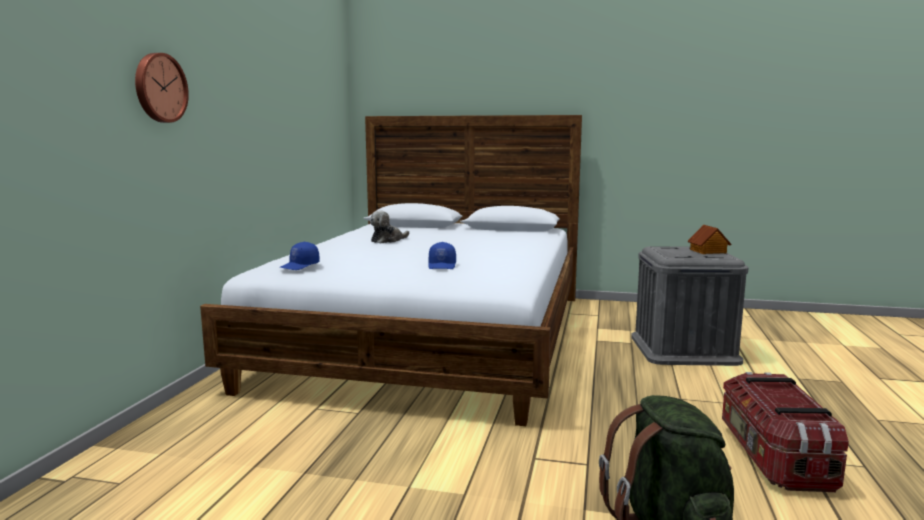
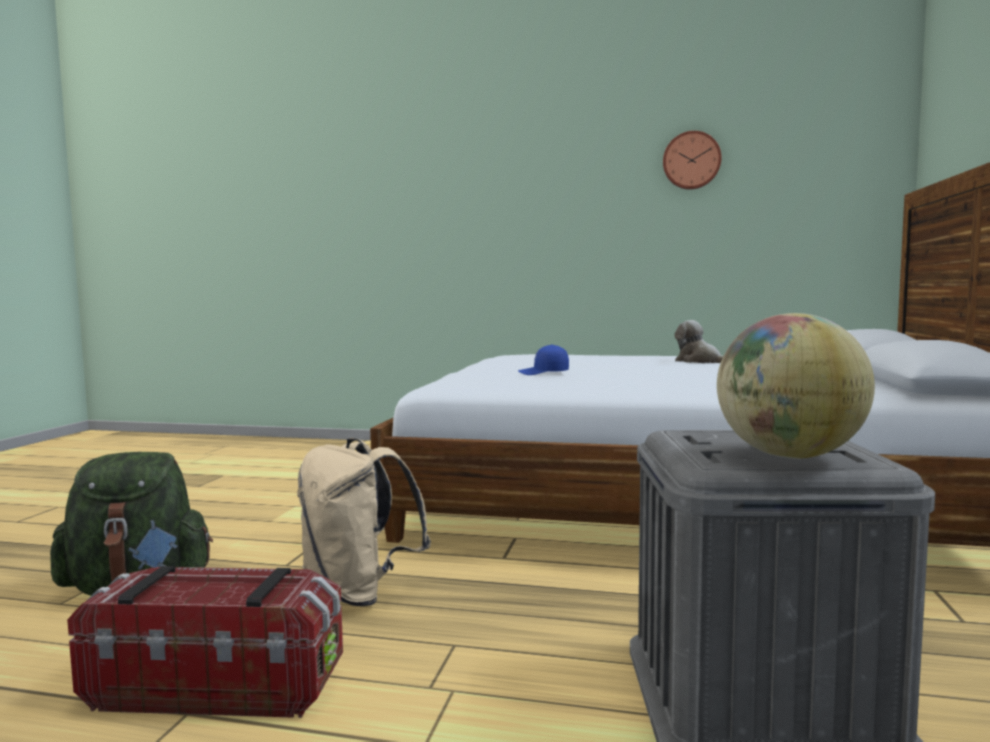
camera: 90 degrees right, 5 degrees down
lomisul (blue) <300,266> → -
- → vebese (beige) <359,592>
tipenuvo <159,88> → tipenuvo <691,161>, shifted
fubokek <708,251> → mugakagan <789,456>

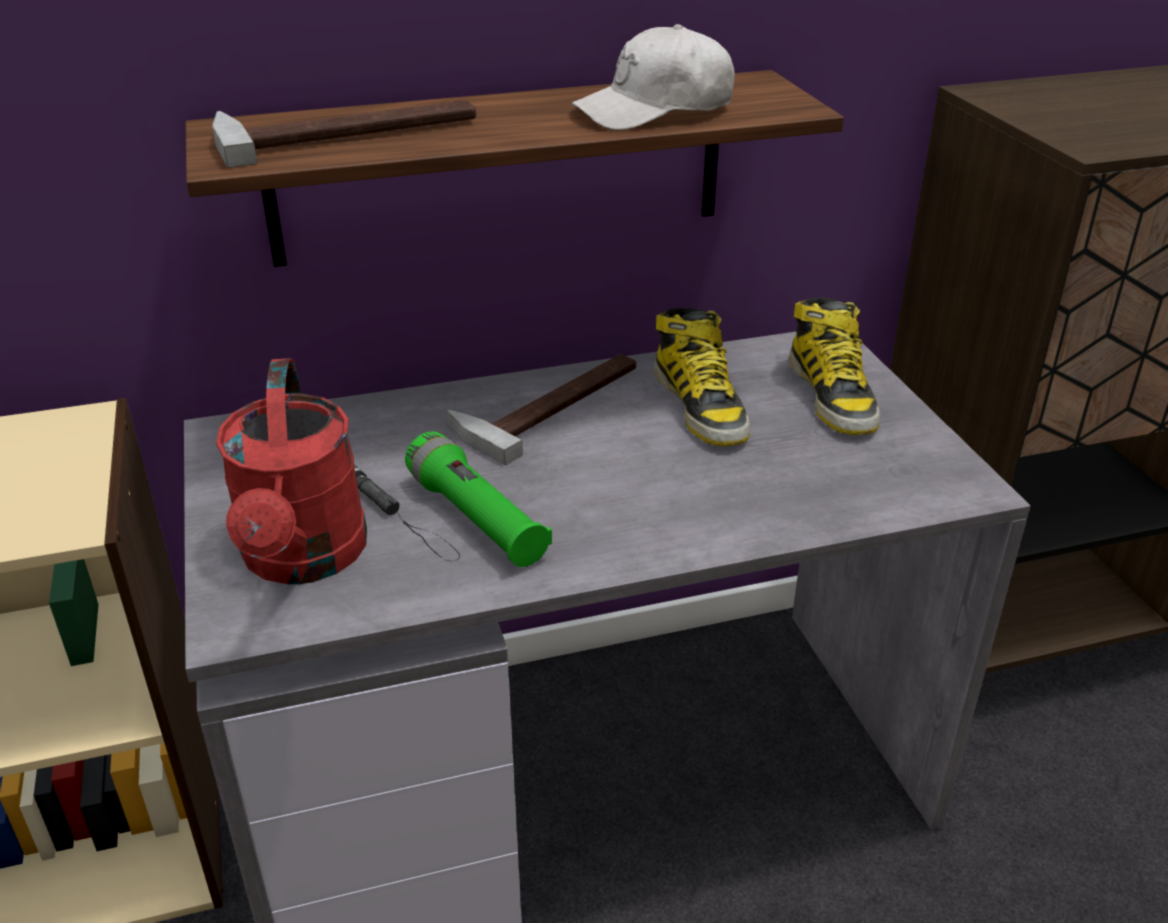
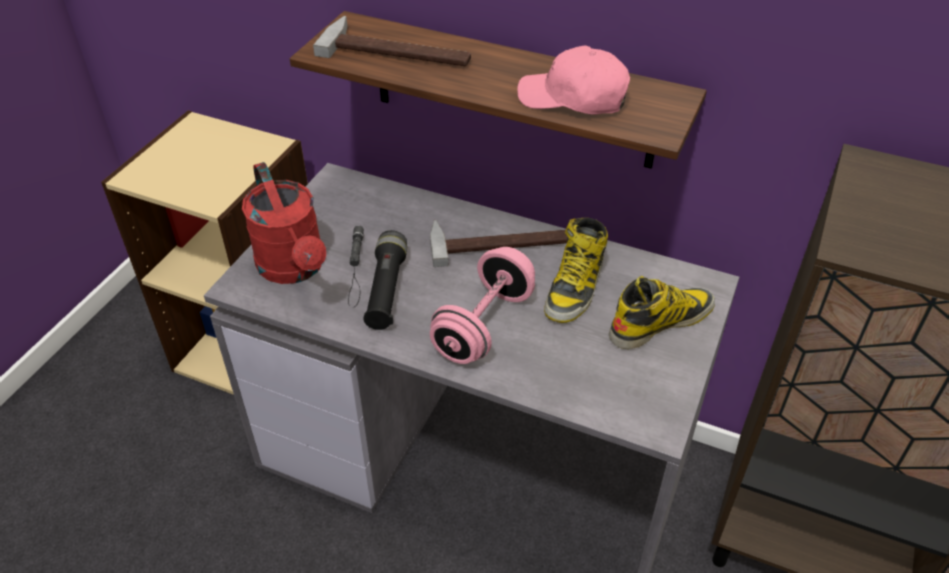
camera: 40 degrees right, 10 degrees up
- → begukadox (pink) <483,325>
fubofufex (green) <476,519> → fubofufex (black) <386,290>
lomisul (white) <655,110> → lomisul (pink) <573,98>
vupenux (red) <303,560> → vupenux (red) <295,268>, 60 degrees counterclockwise
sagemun <832,396> → sagemun <661,321>, 150 degrees counterclockwise

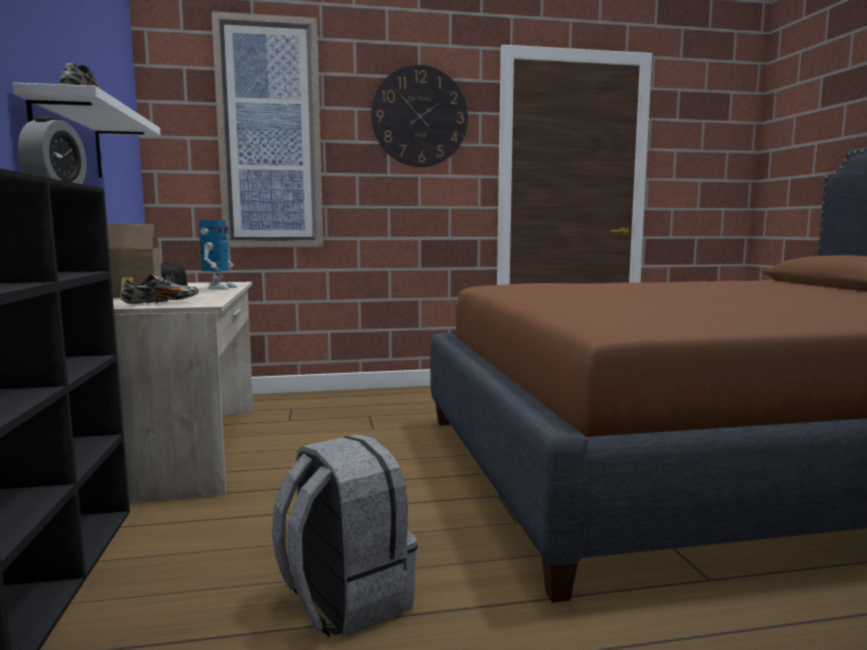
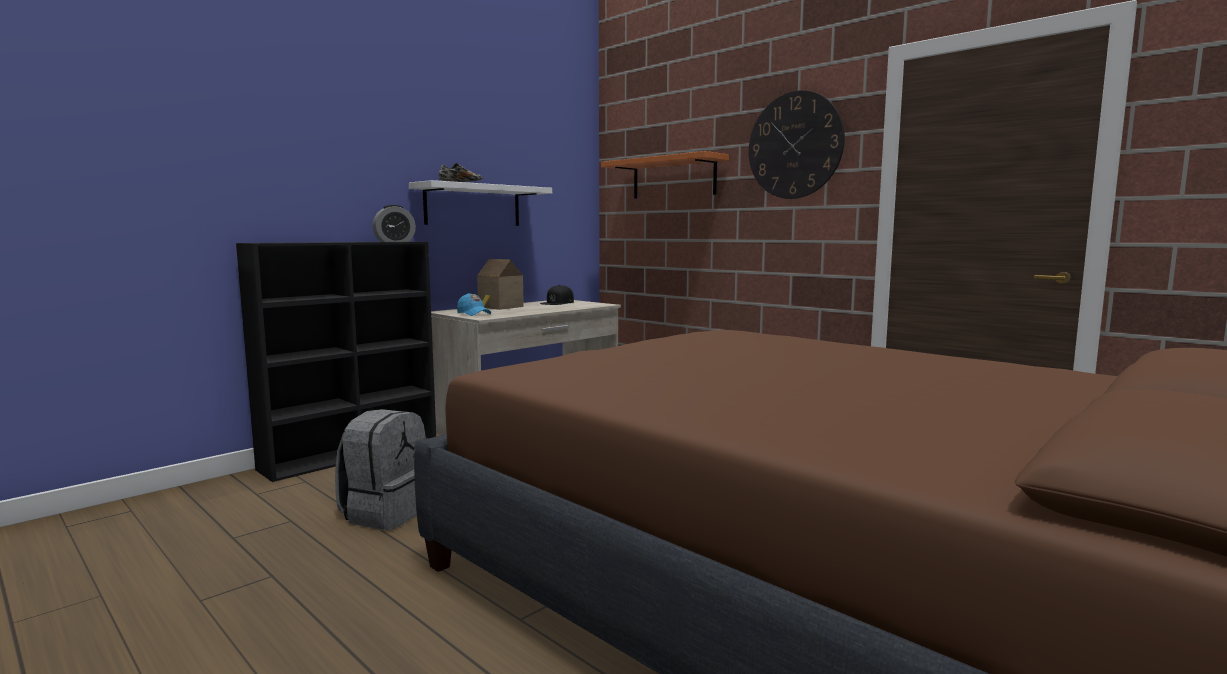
camera: 55 degrees right, 0 degrees up
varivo <219,288> → -
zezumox <161,303> → lomisul (blue) <473,314>
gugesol <270,135> → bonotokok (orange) <673,178>

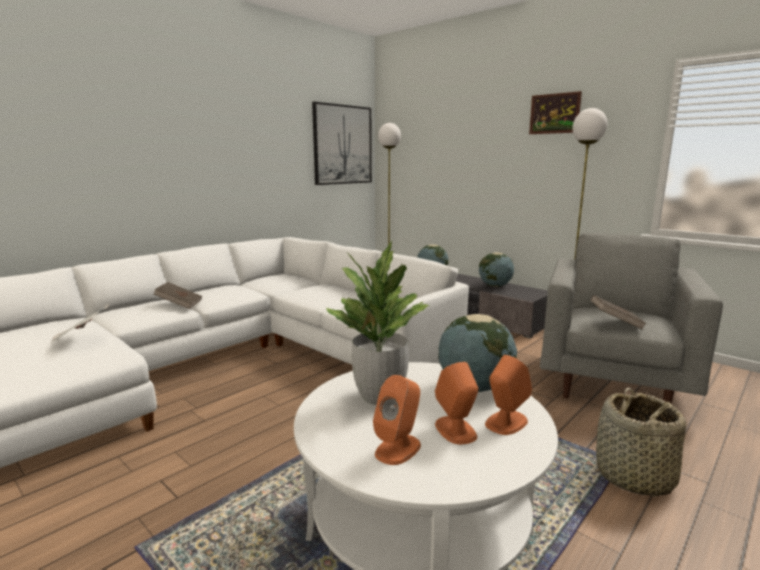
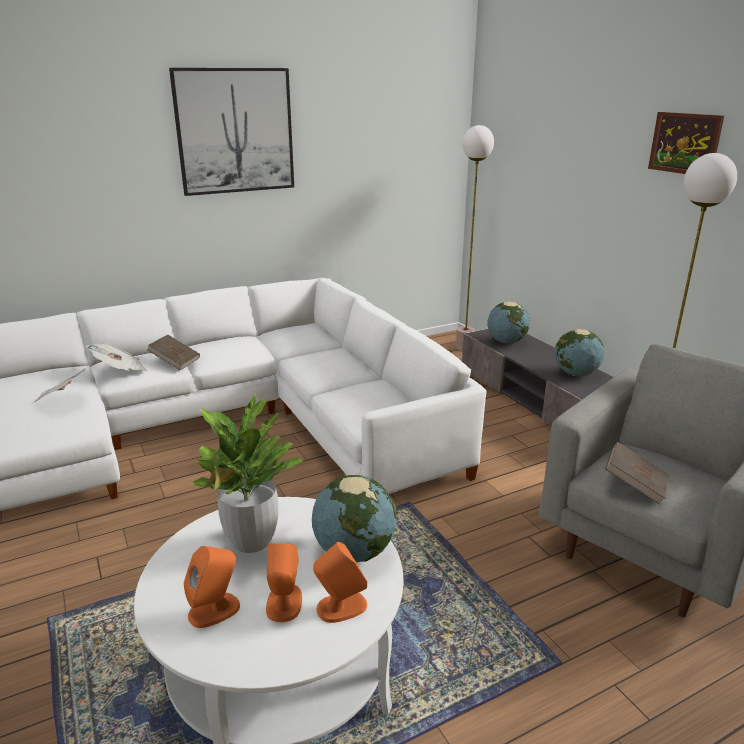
camera: 20 degrees right, 10 degrees up
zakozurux <634,477> → -
- → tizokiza <120,370>
gugesol <342,145> → gugesol <235,131>, shifted

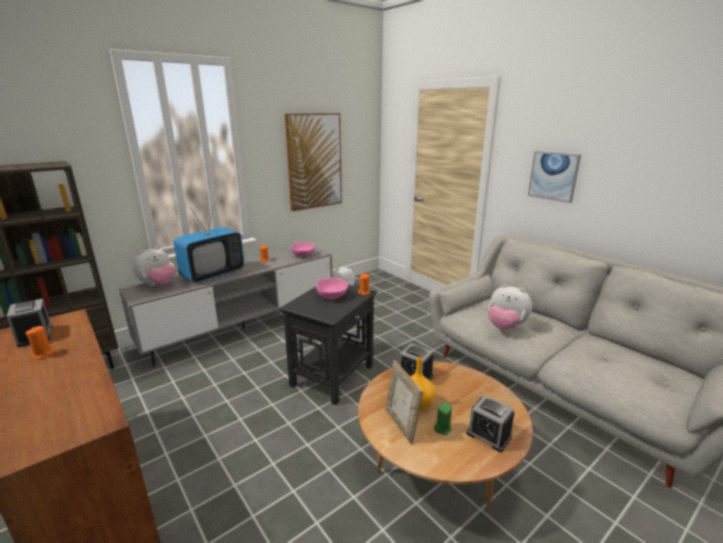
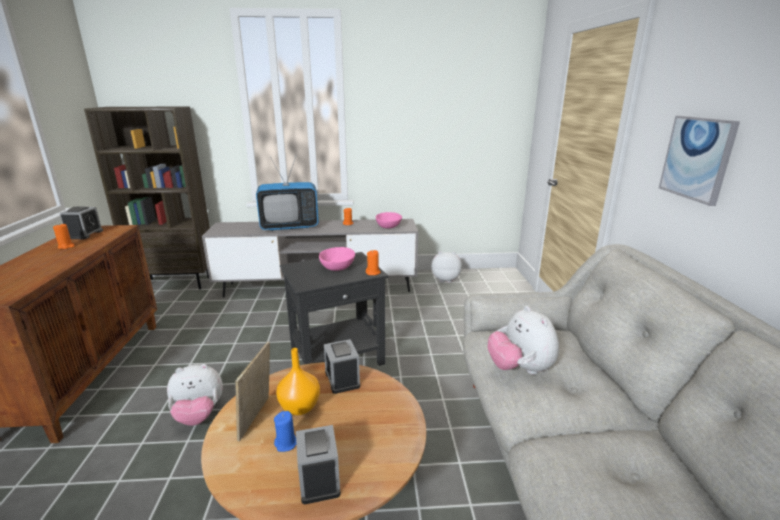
camera: 35 degrees right, 0 degrees up
gugesol <314,161> → -
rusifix <158,285> → rusifix <199,415>, shifted
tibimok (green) <442,428> → tibimok (blue) <286,443>

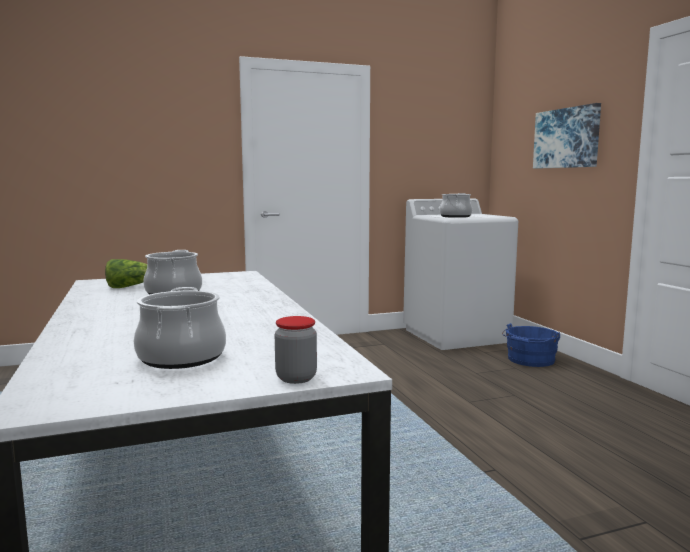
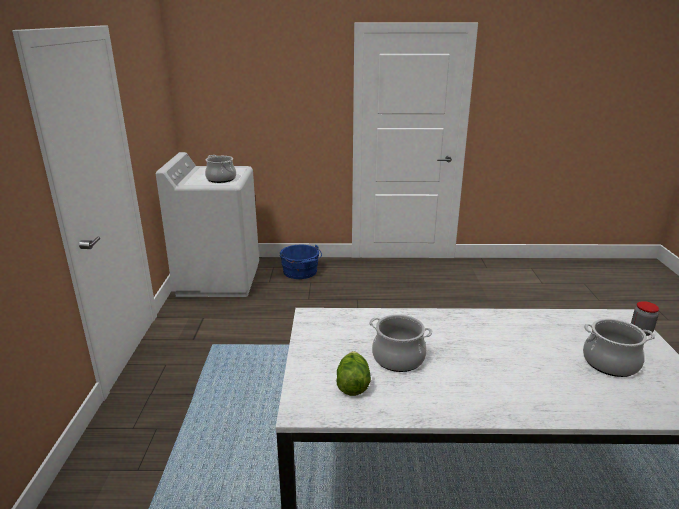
camera: 70 degrees left, 15 degrees up
gugesol <567,138> → -

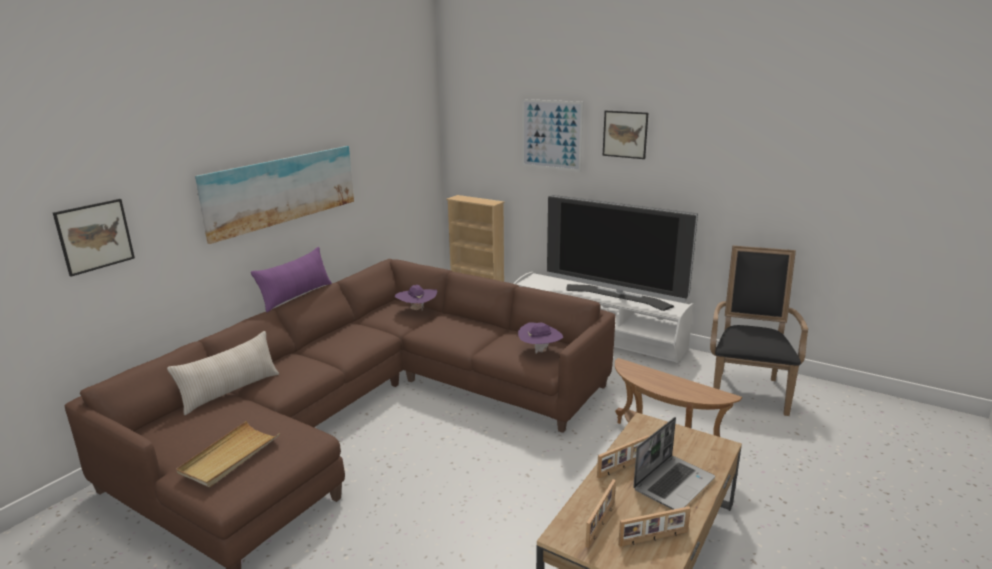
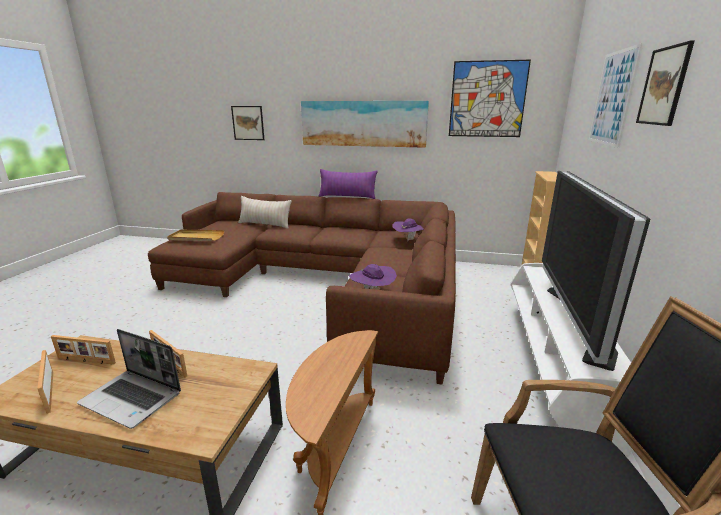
camera: 70 degrees right, 0 degrees up
- → gugesol <487,99>

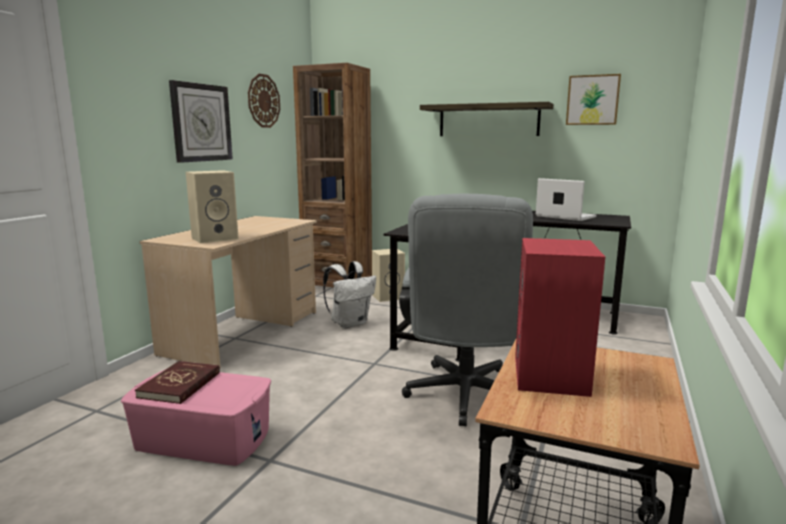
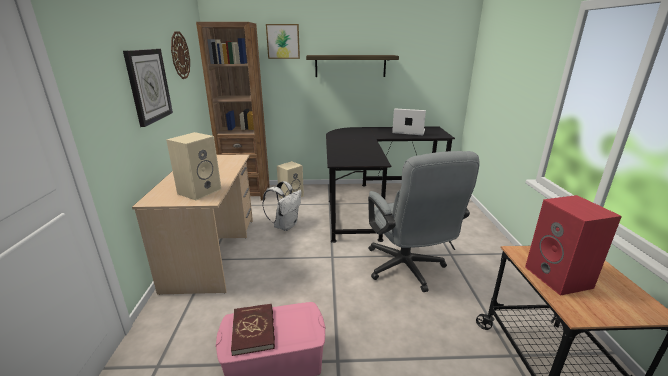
camera: 25 degrees left, 10 degrees up
gugesol <592,100> → gugesol <283,41>, shifted

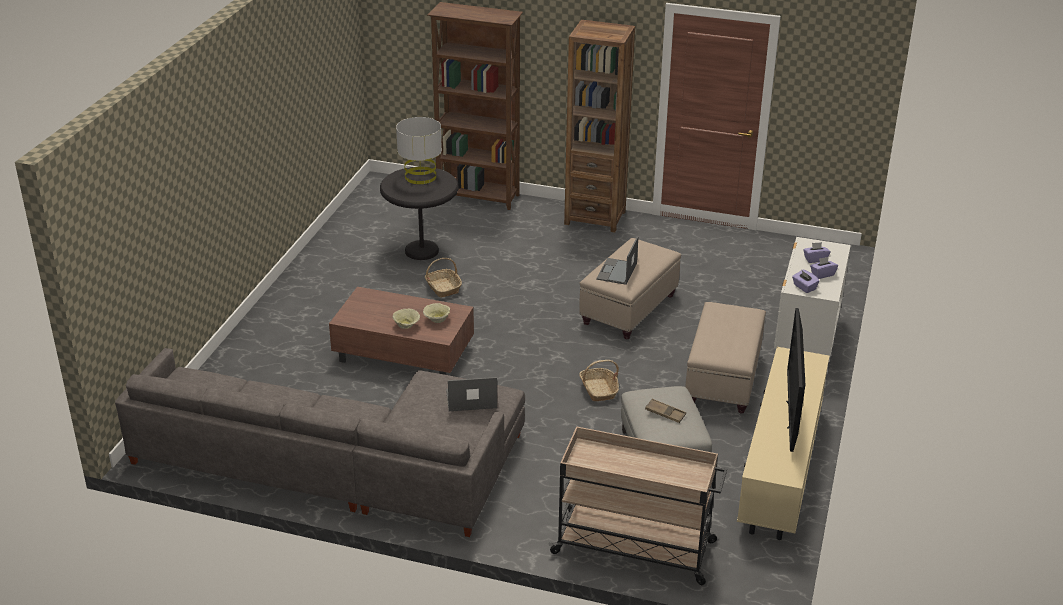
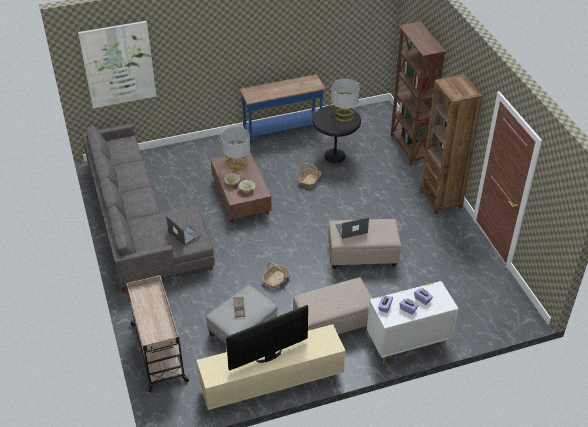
camera: 55 degrees right, 10 degrees up
- → gugesol <118,64>
- → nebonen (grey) <236,163>
- → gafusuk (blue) <283,131>

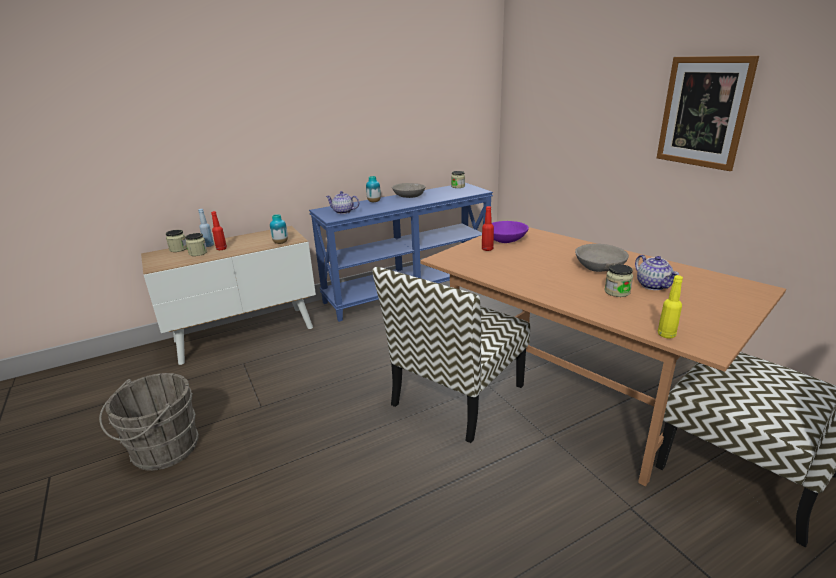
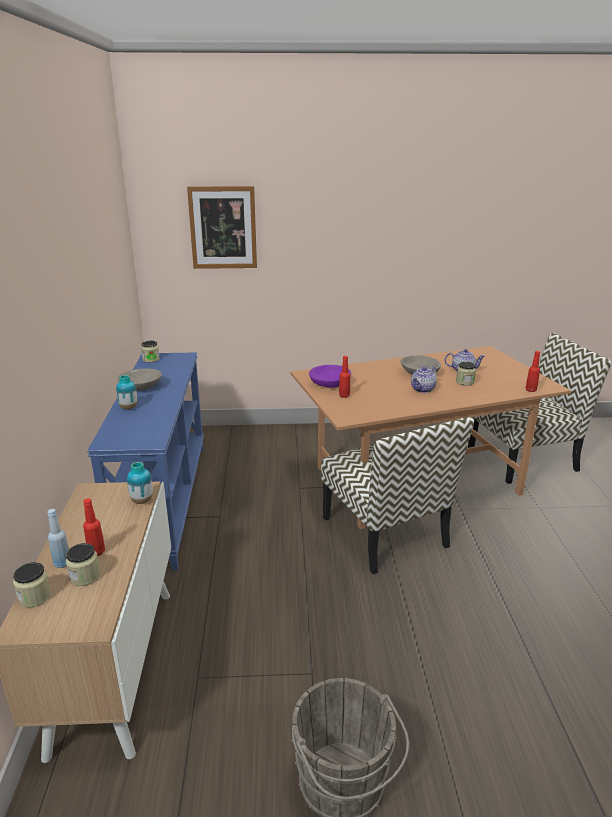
camera: 65 degrees left, 0 degrees up
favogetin <343,212> → favogetin <423,389>, shifted
gugesol <703,112> → gugesol <223,228>, shifted
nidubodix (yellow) <666,335> → nidubodix (red) <530,390>

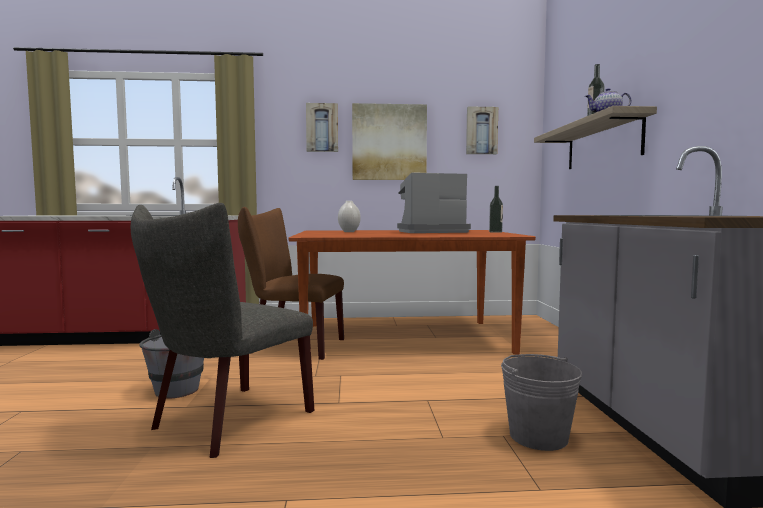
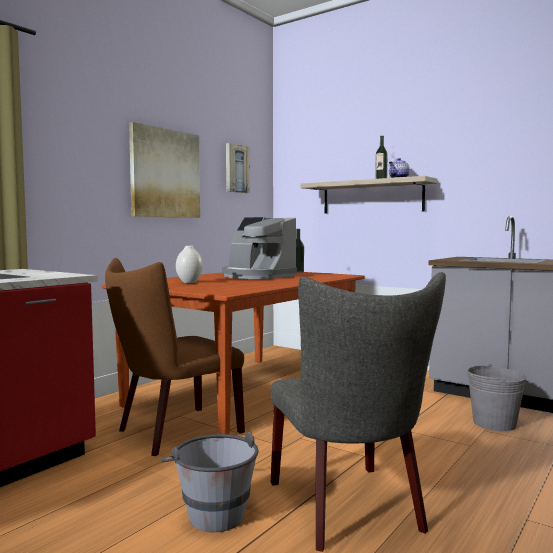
camera: 50 degrees left, 0 degrees up
gugesol <322,128> → -
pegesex <430,232> → pegesex <256,276>, 75 degrees counterclockwise

